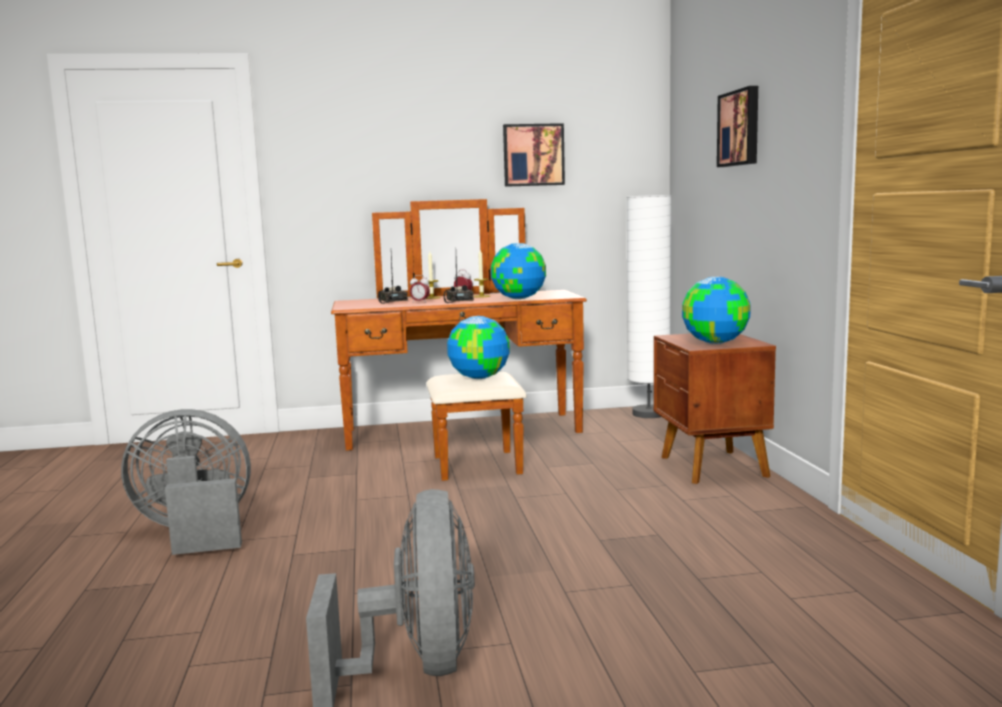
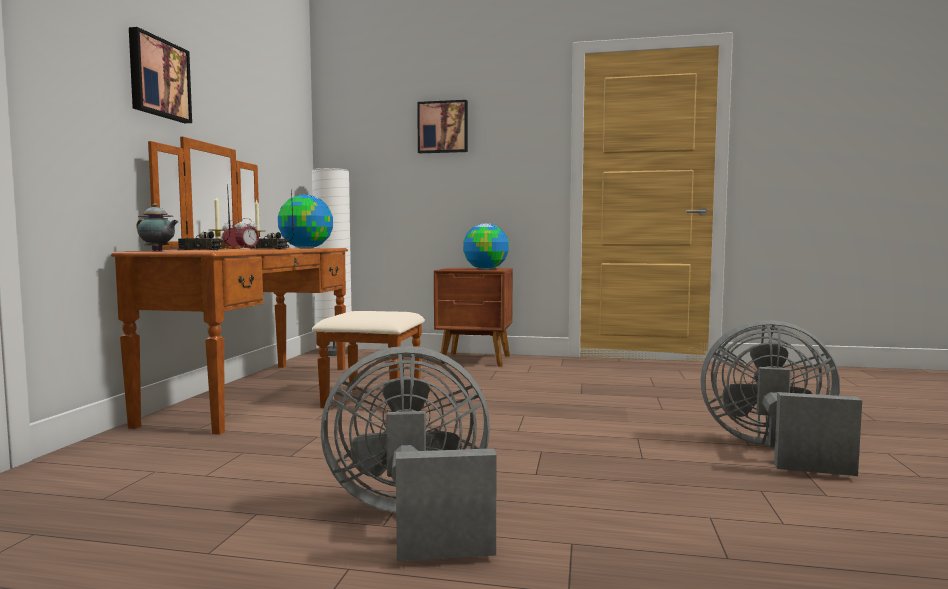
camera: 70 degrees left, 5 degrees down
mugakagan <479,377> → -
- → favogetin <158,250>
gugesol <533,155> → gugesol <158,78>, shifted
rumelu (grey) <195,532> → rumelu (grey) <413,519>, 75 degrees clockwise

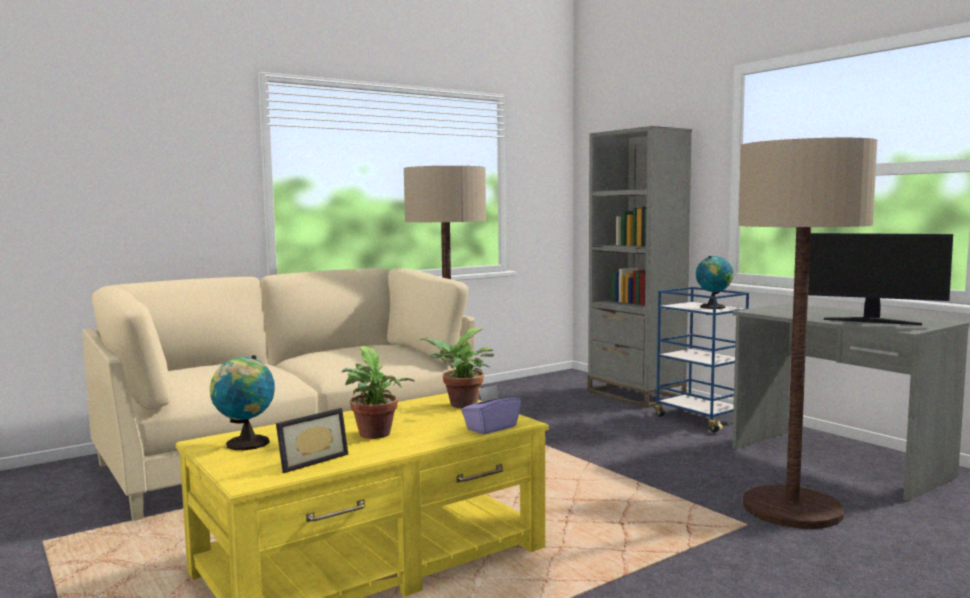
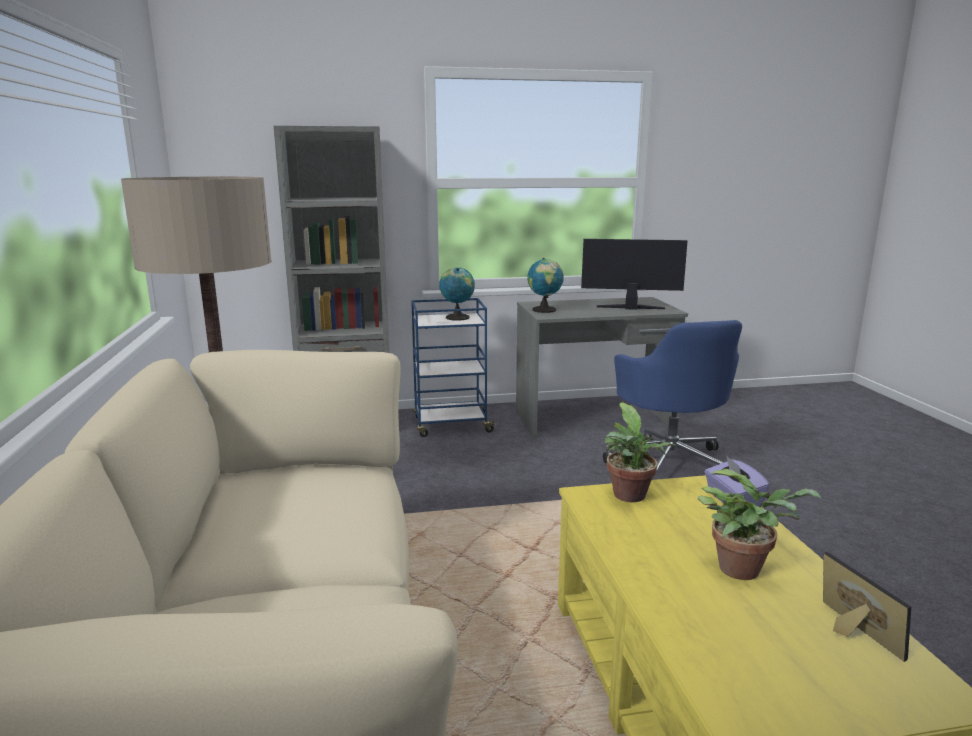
camera: 65 degrees left, 10 degrees up
mugakagan <244,444> → mugakagan <545,310>, shifted
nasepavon <791,508> → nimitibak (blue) <670,464>
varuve <871,321> → varuve <630,308>, 135 degrees counterclockwise

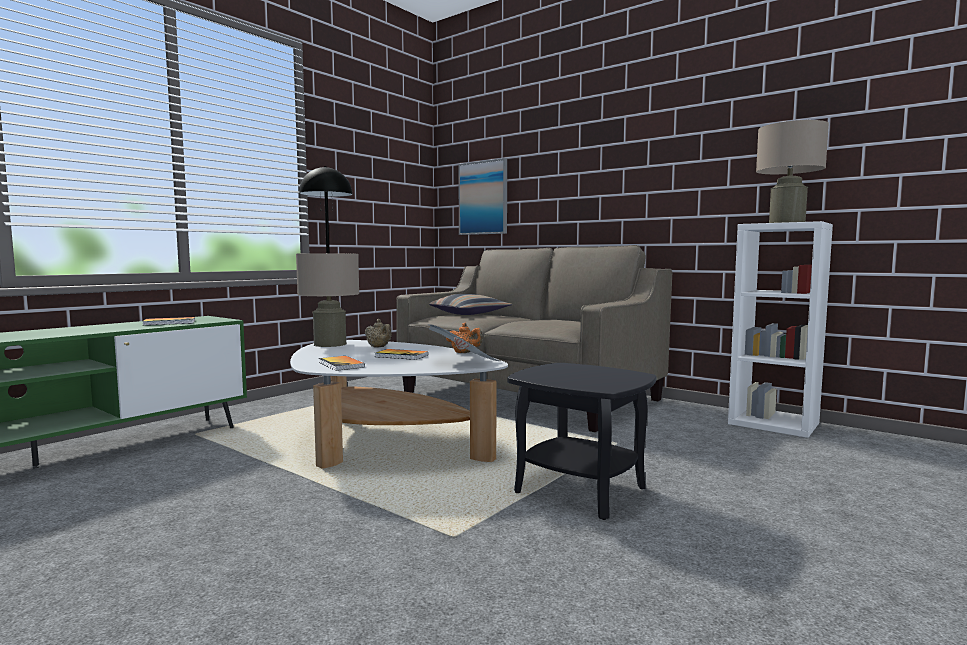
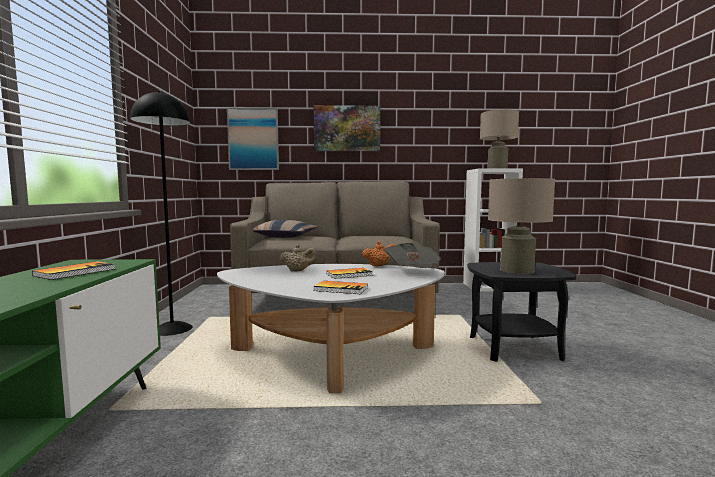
camera: 40 degrees left, 0 degrees up
- → gugesol <347,128>
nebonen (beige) <330,344> → nebonen (beige) <517,270>, shifted

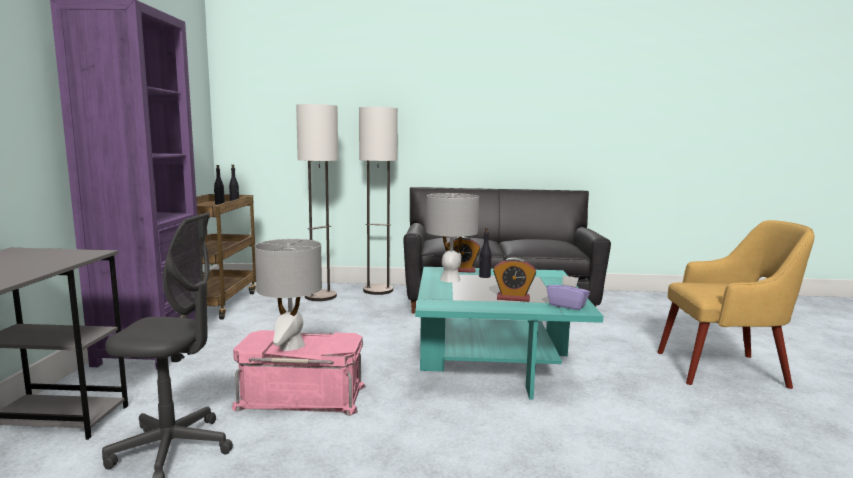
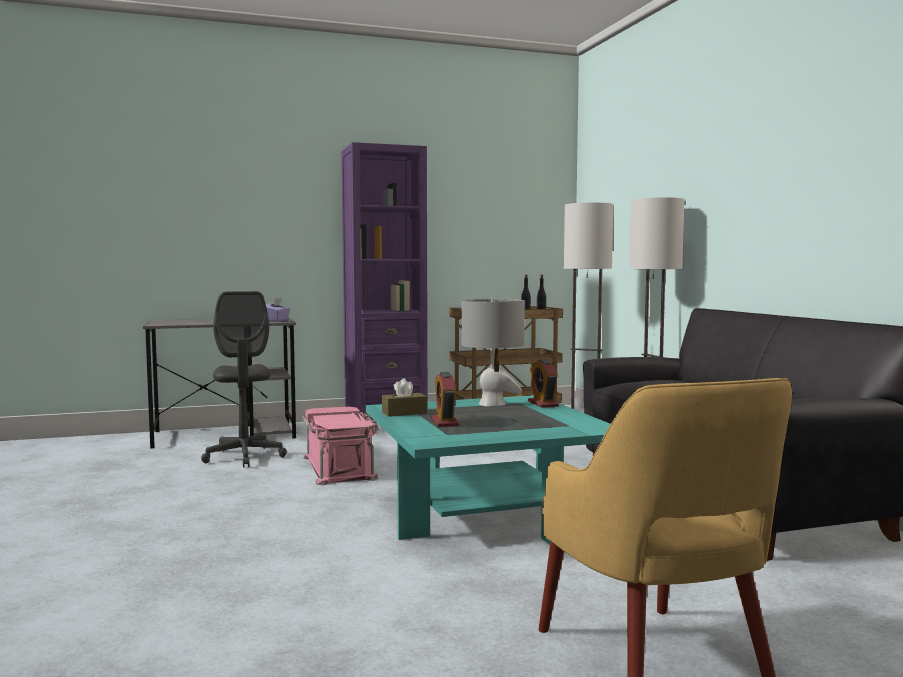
camera: 70 degrees right, 5 degrees down
nebonen (grey) <291,346> → -
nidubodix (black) <484,276> → -
- → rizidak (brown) <404,413>
rizidak (purple) <567,305> → rizidak (purple) <276,321>, shifted

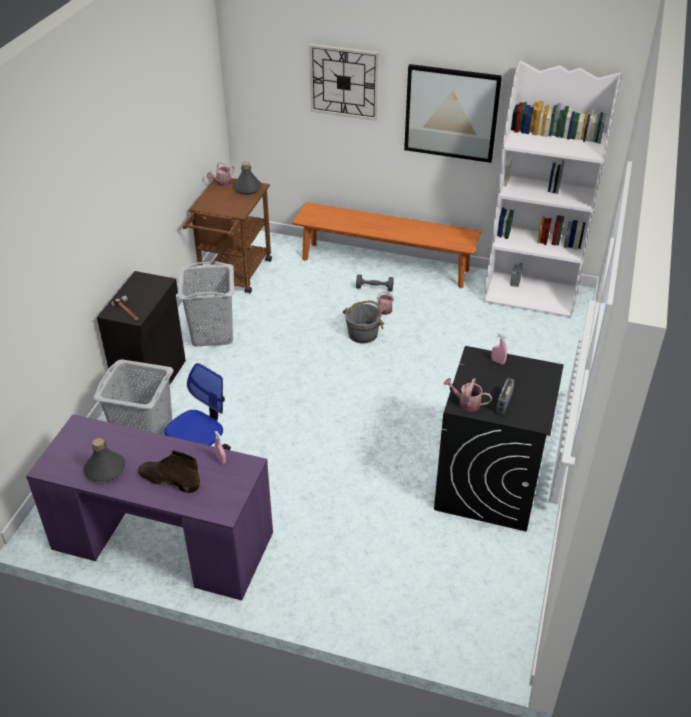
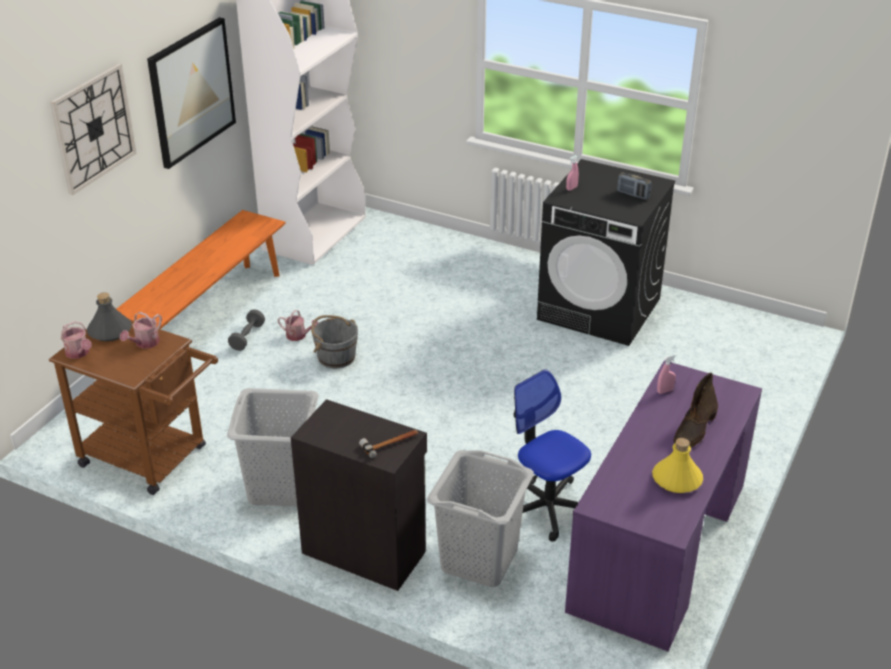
camera: 80 degrees left, 5 degrees down
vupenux <466,403> → vupenux <144,343>, shifted
nidubodix (grey) <105,470> → nidubodix (yellow) <677,479>

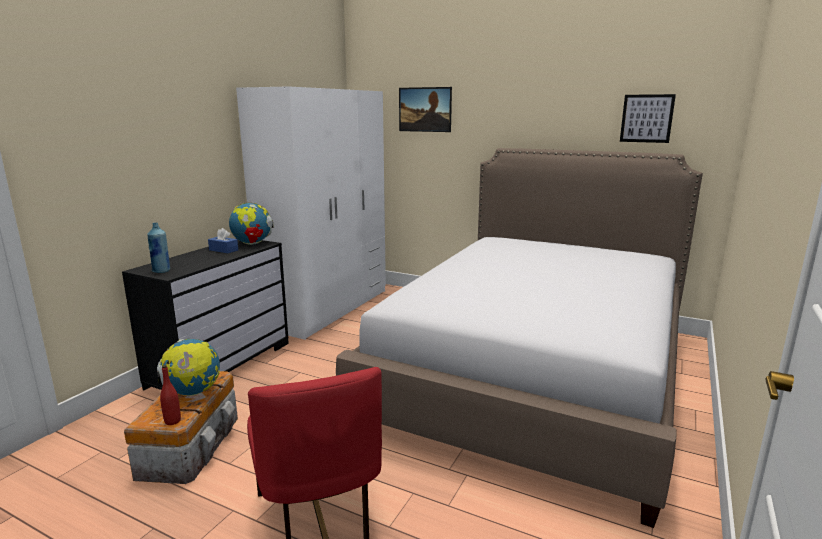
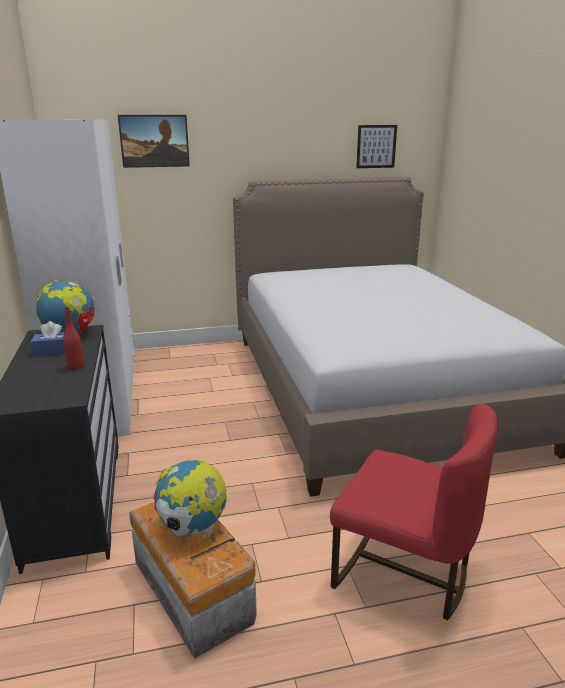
camera: 40 degrees left, 5 degrees up
nidubodix (blue) <161,271> → -
nidubodix (red) <172,421> → nidubodix (red) <76,367>, shifted

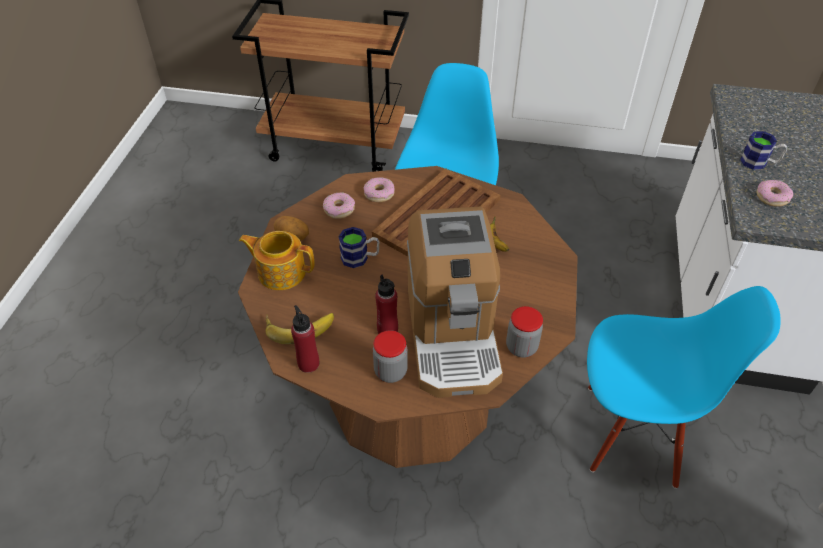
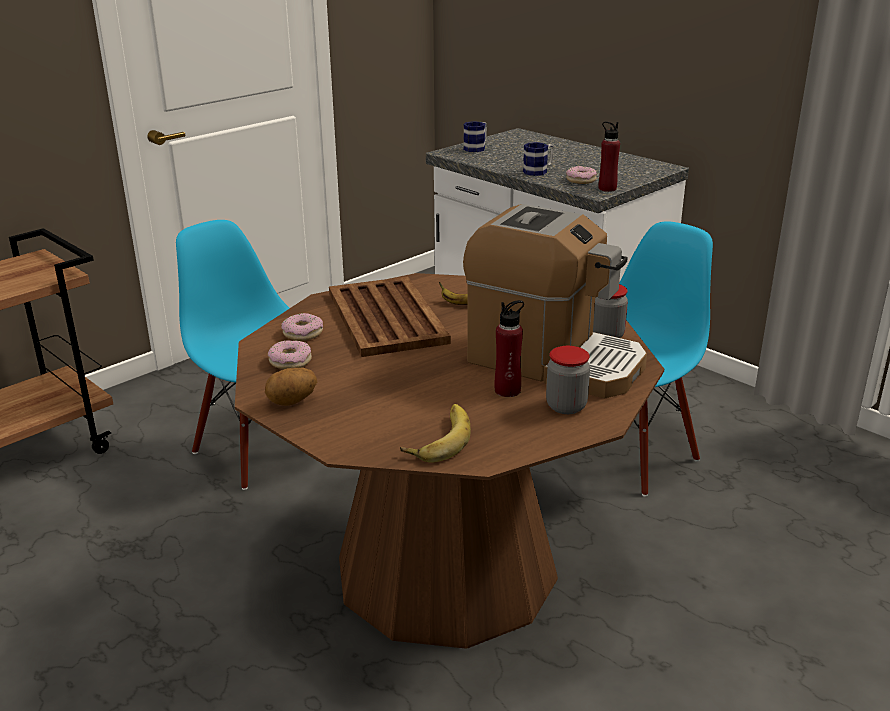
camera: 55 degrees left, 20 degrees down
favogetin <281,272> → -
nidubodix (red) <308,363> → nidubodix (red) <607,188>, shifted
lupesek <360,258> → lupesek <477,148>, shifted

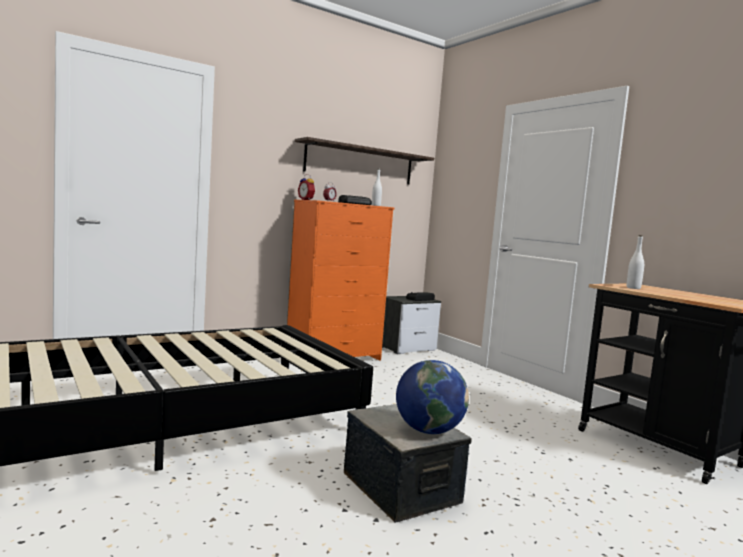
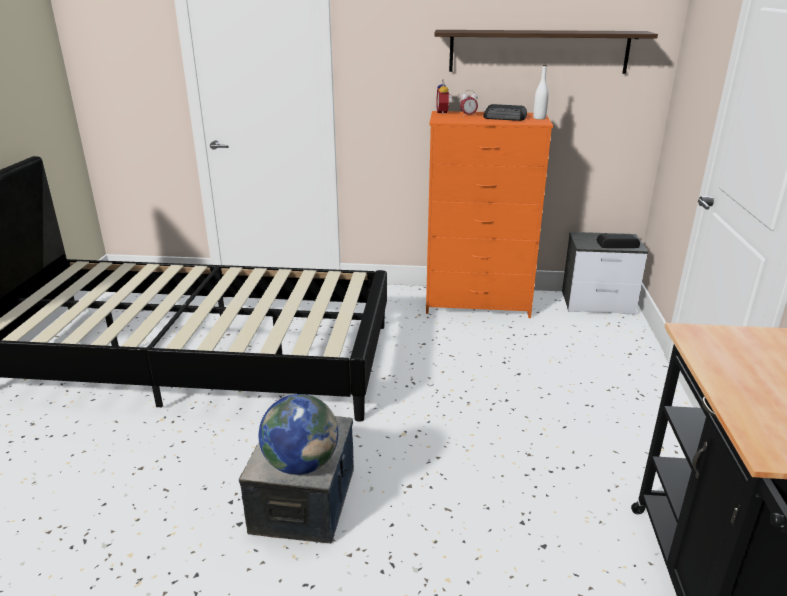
camera: 40 degrees right, 20 degrees up
nidubodix (white) <633,288> → -

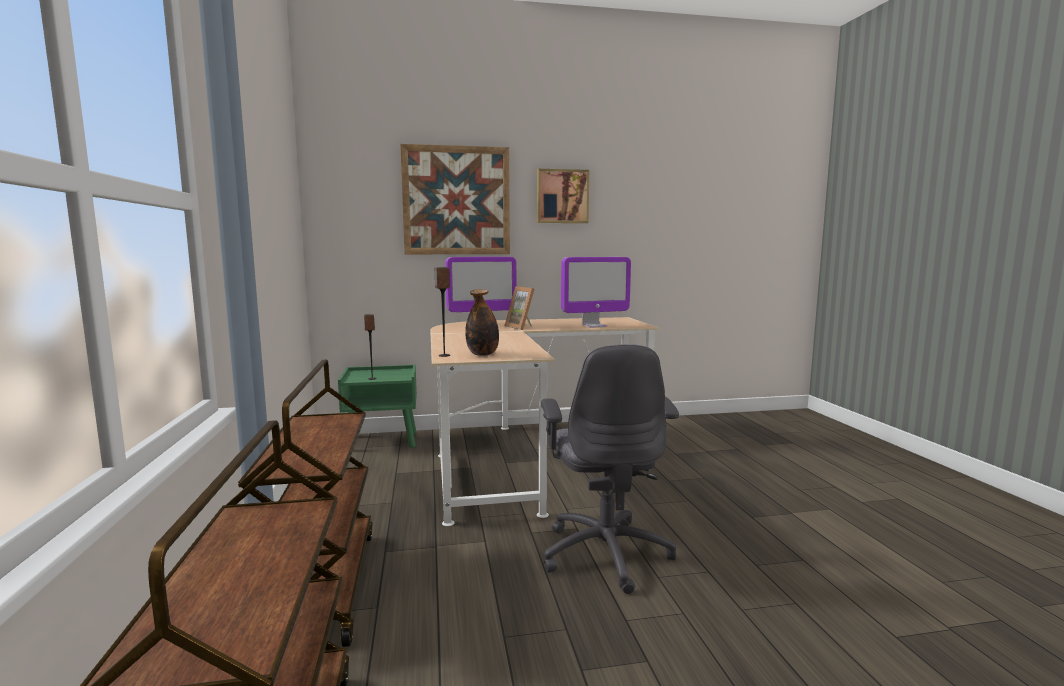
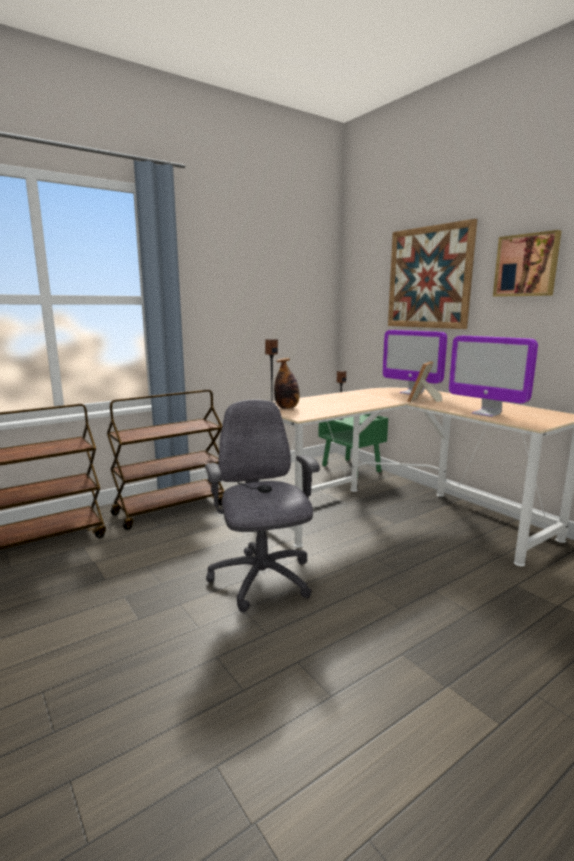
camera: 65 degrees right, 5 degrees up
nimitibak (grey) <606,553> → nimitibak (grey) <262,581>, 105 degrees clockwise

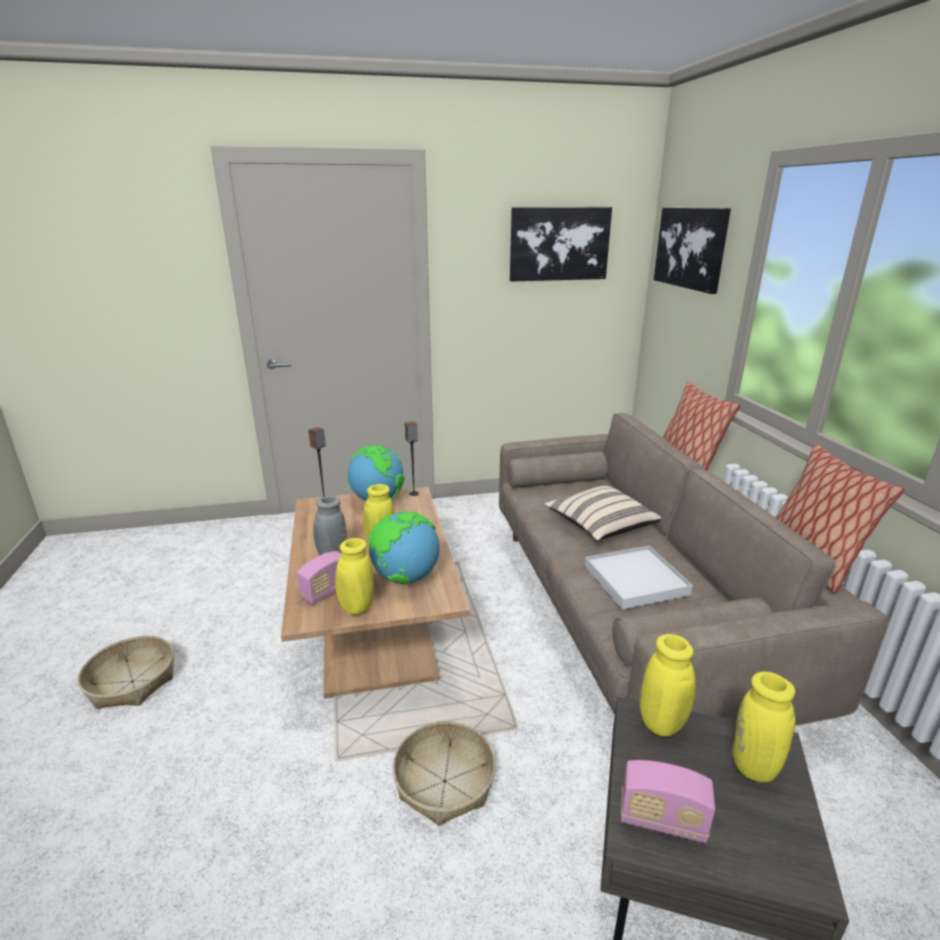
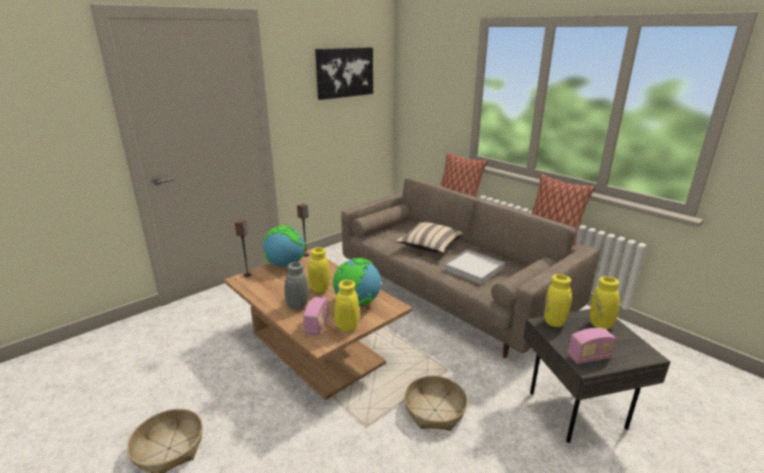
camera: 30 degrees left, 0 degrees up
gugesol <691,248> → -

